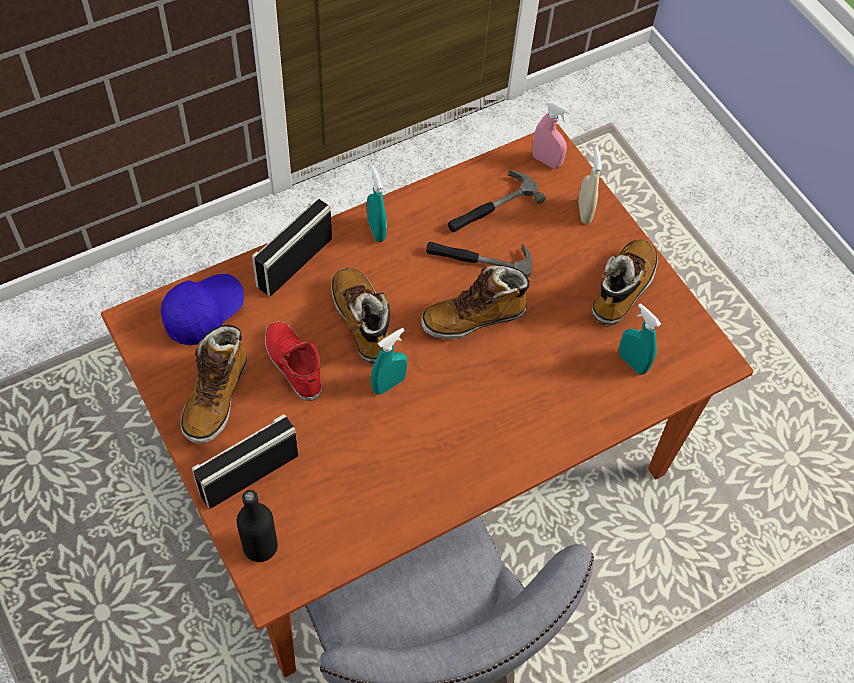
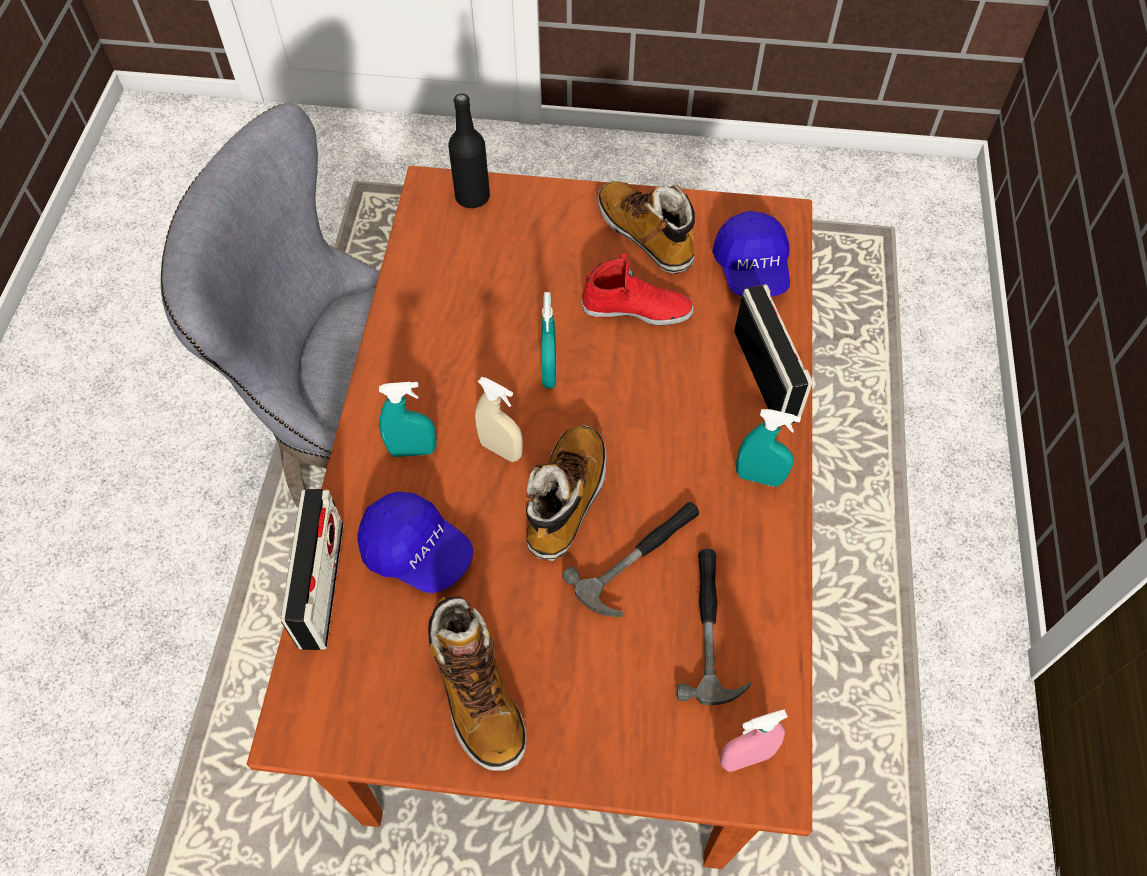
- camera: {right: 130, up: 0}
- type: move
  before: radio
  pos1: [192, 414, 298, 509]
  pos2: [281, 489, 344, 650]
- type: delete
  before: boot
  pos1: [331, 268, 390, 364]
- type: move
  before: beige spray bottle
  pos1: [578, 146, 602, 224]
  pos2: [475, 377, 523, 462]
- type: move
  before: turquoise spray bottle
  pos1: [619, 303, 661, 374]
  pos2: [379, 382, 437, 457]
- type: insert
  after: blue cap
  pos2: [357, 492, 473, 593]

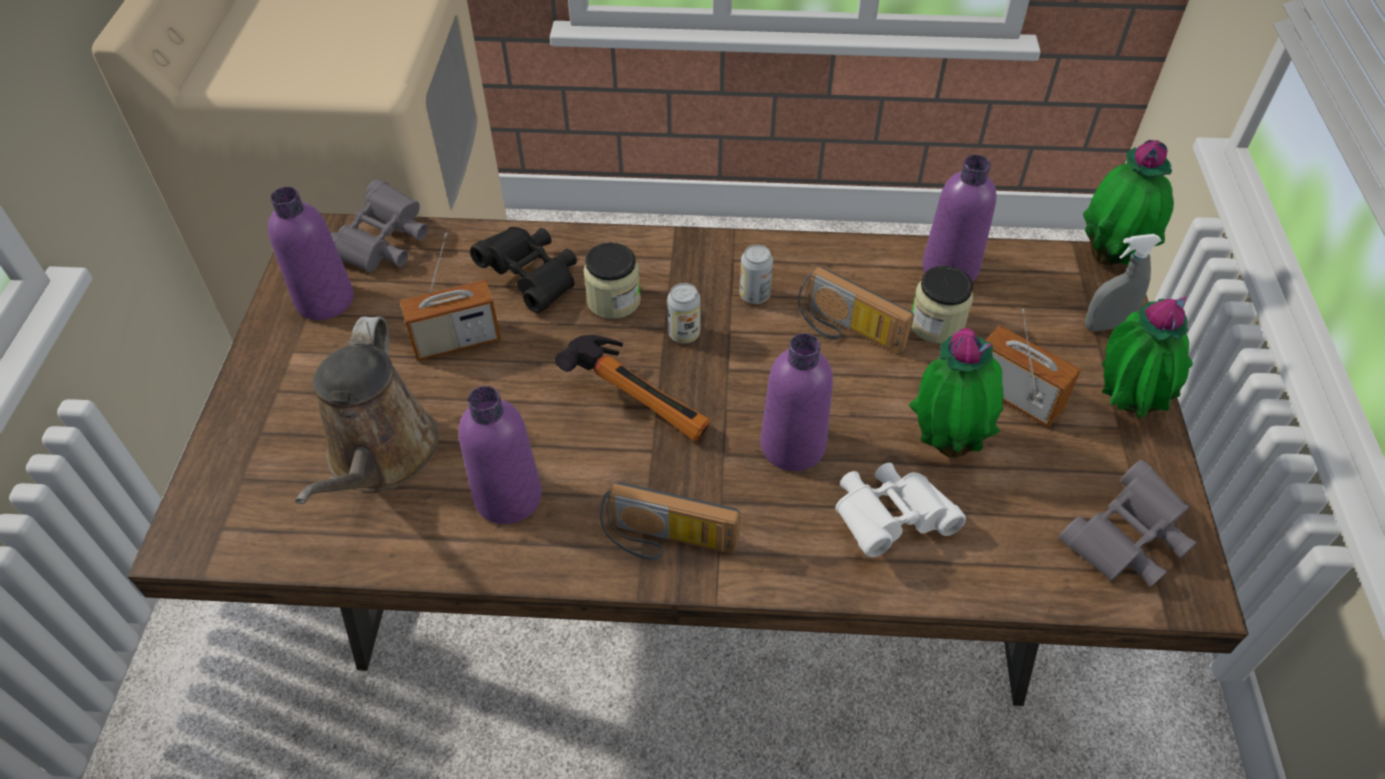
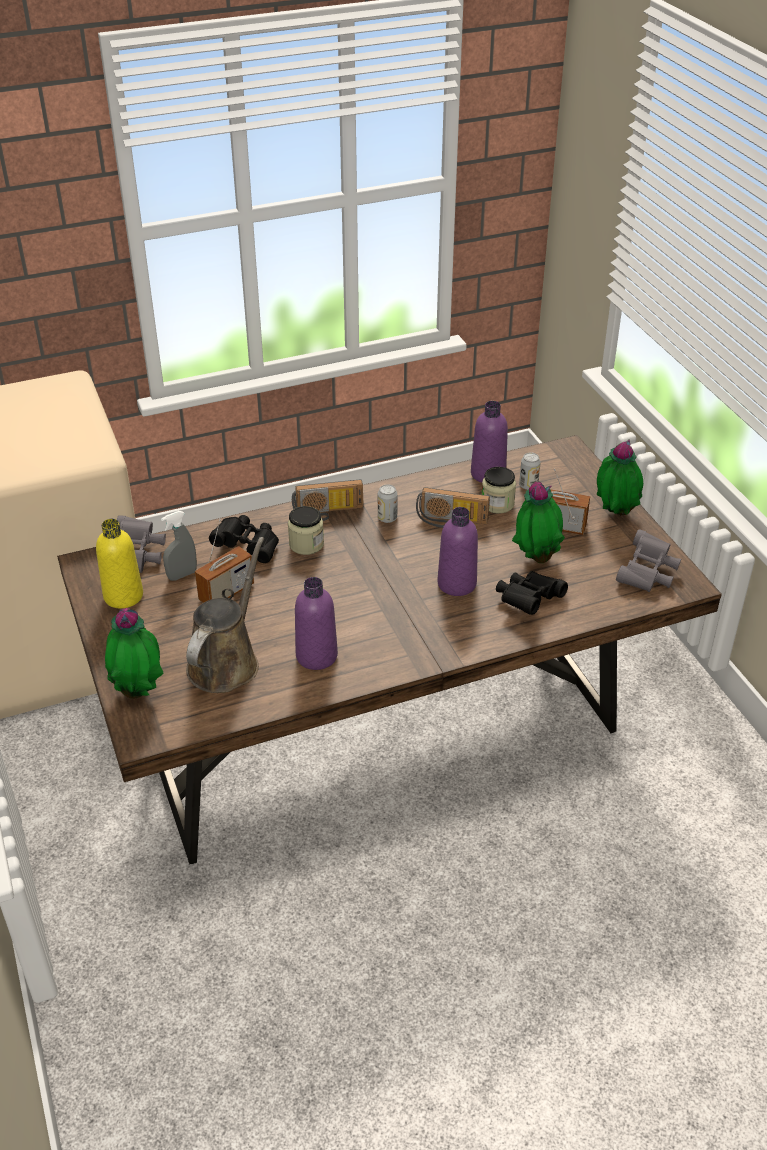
- camera: {right: -25, up: -10}
- type: recolor
  before: purple bottle
  after: yellow bottle
  pos1: [268, 187, 354, 320]
  pos2: [96, 519, 143, 608]
- type: rotate
  before: brown watering can
  pos1: [295, 316, 439, 504]
  pos2: [186, 537, 264, 693]
  turn: -135
- type: delete
  before: hammer
  pos1: [555, 335, 710, 441]
- type: move
  before: radio
  pos1: [600, 482, 740, 560]
  pos2: [292, 479, 363, 521]
- type: move
  before: can
  pos1: [667, 283, 701, 343]
  pos2: [519, 453, 541, 490]
- type: recolor
  before: white binoculars
  after: black binoculars
  pos1: [835, 463, 966, 557]
  pos2: [496, 571, 568, 615]
- type: move
  before: potted plant
  pos1: [1083, 140, 1174, 265]
  pos2: [105, 608, 164, 699]
- type: move
  before: grey spray bottle
  pos1: [1085, 234, 1162, 331]
  pos2: [161, 511, 197, 581]

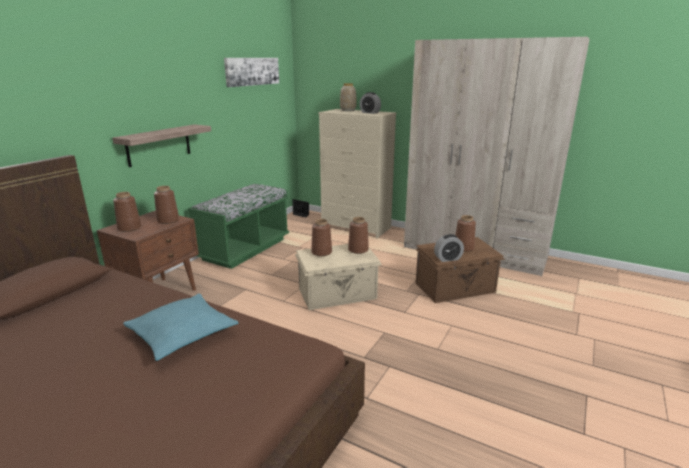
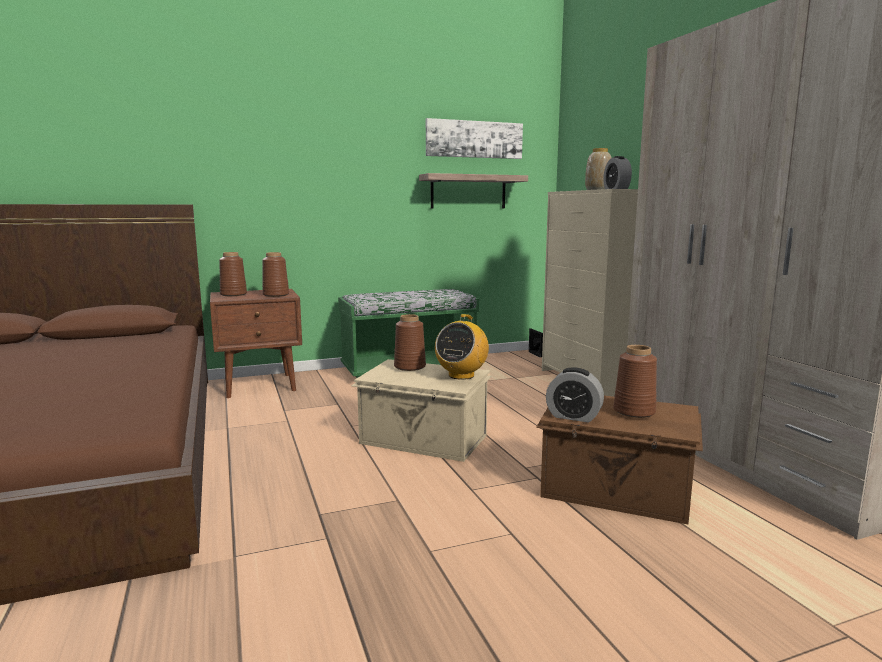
- camera: {right: 40, up: -10}
- type: move
  before: shelf
  pos1: [112, 124, 211, 167]
  pos2: [419, 173, 528, 209]
- type: delete
  before: turquoise pillow
  pos1: [123, 293, 238, 361]
- type: replace
  before: brown vase
  after: radio
  pos1: [348, 217, 369, 254]
  pos2: [435, 314, 489, 380]

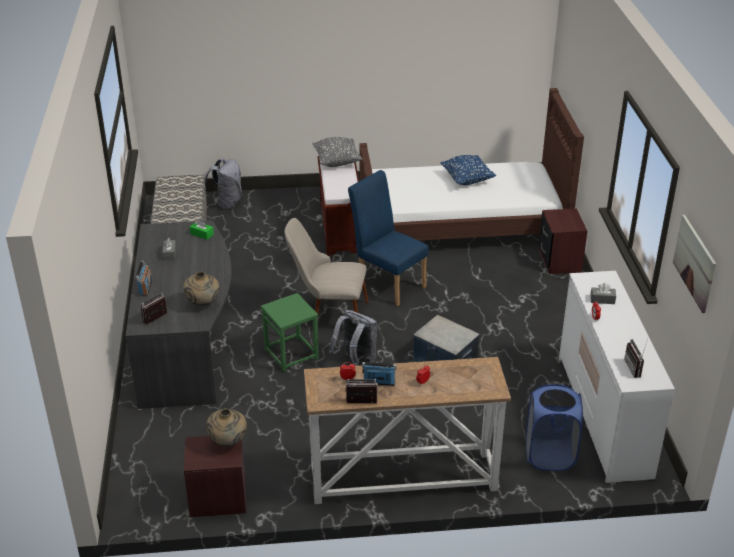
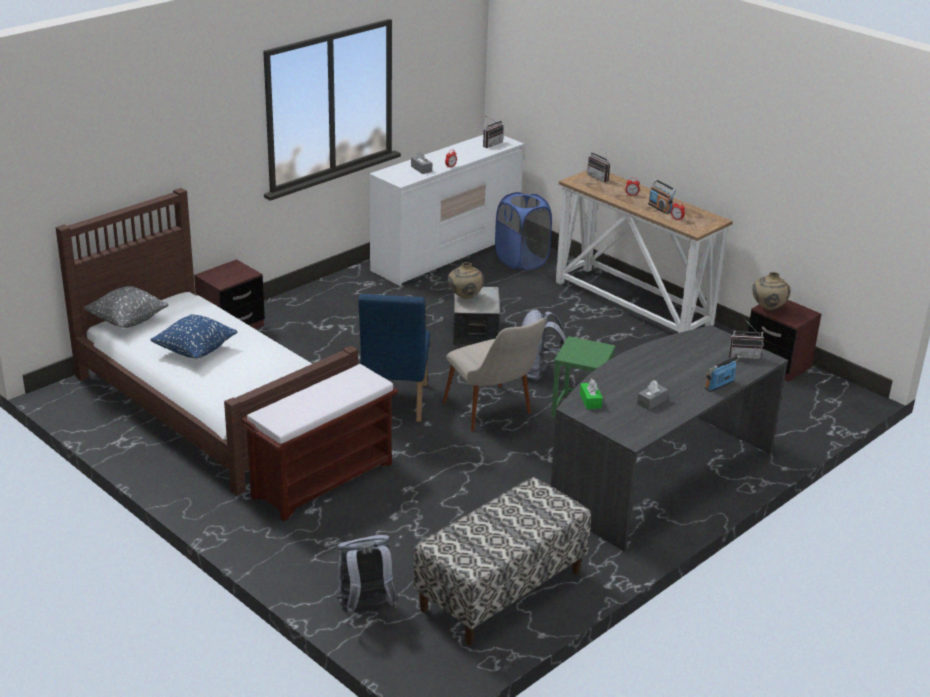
- camera: {right: -130, up: -5}
- type: move
  before: beige vase
  pos1: [183, 271, 219, 307]
  pos2: [448, 262, 484, 299]
- type: move
  before: grey pillow
  pos1: [312, 137, 362, 167]
  pos2: [84, 286, 169, 328]
- type: move
  before: radio
  pos1: [345, 379, 377, 403]
  pos2: [587, 152, 610, 182]
- type: delete
  before: picture
  pos1: [673, 215, 716, 313]

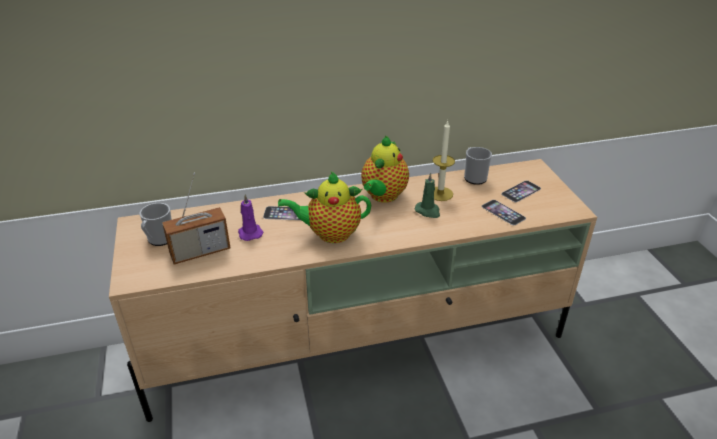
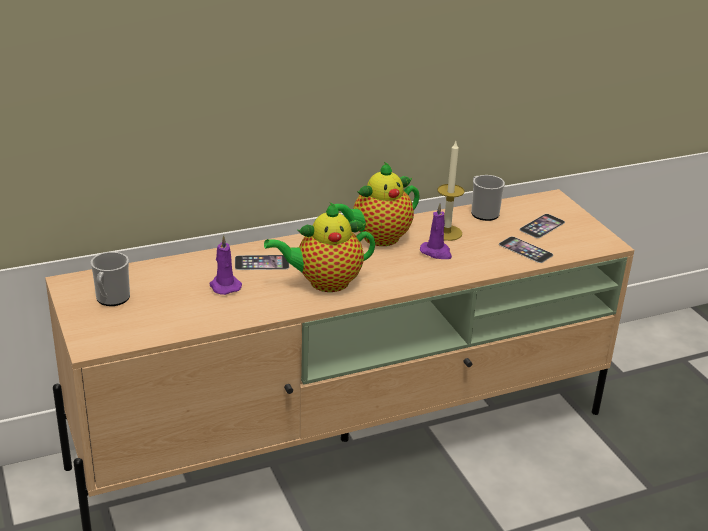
- camera: {right: -10, up: -5}
- type: delete
  before: radio
  pos1: [162, 173, 230, 264]
- type: rotate
  before: teapot
  pos1: [361, 136, 409, 203]
  pos2: [334, 162, 420, 246]
  turn: 45
- type: recolor
  before: green candle
  after: purple candle
  pos1: [415, 172, 440, 218]
  pos2: [420, 203, 452, 259]

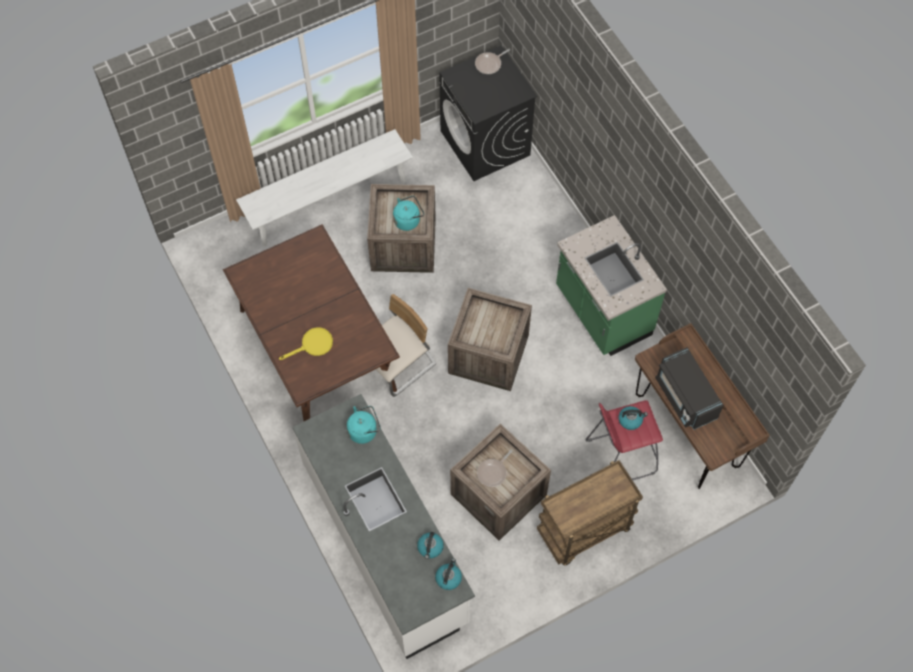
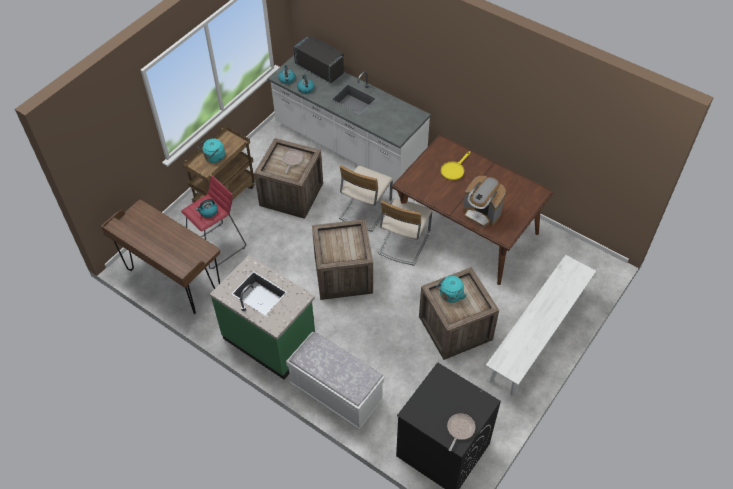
- camera: {right: 155, up: -10}
- type: move
  before: turquoise kettle
  pos1: [347, 406, 381, 444]
  pos2: [198, 138, 225, 163]
- type: move
  before: black microwave
  pos1: [655, 347, 724, 430]
  pos2: [293, 36, 344, 84]
- type: insert
  after: white bench
  pos2: [286, 331, 384, 430]
- type: insert
  after: beige chair
  pos2: [338, 165, 393, 232]
- type: insert
  after: coffee machine
  pos2: [463, 176, 506, 228]

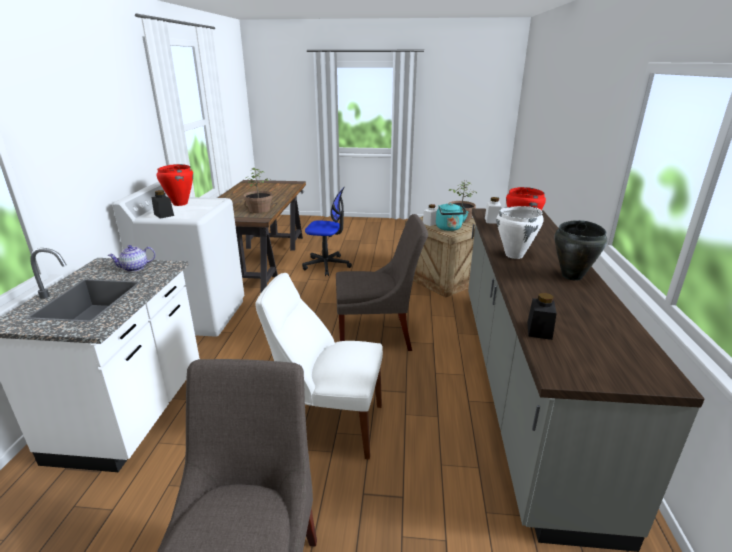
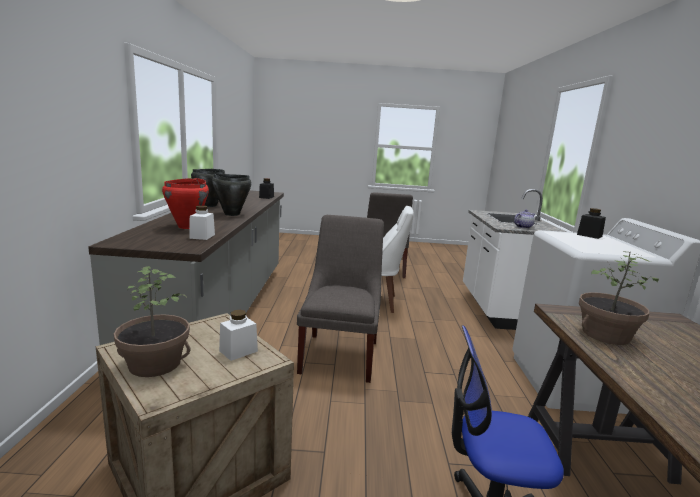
- camera: {right: 175, up: -10}
- type: delete
  before: red cooking pot
  pos1: [157, 164, 194, 206]
- type: rotate
  before: grey chair
  pos1: [336, 214, 428, 351]
  pos2: [297, 215, 384, 383]
  turn: 105
- type: delete
  before: turquoise kettle
  pos1: [436, 203, 469, 231]
- type: recolor
  before: white cooking pot
  after: black cooking pot
  pos1: [496, 206, 544, 259]
  pos2: [212, 174, 252, 216]

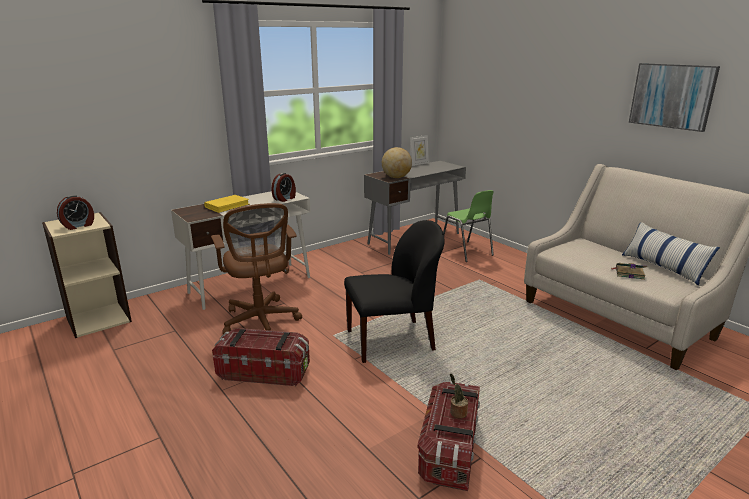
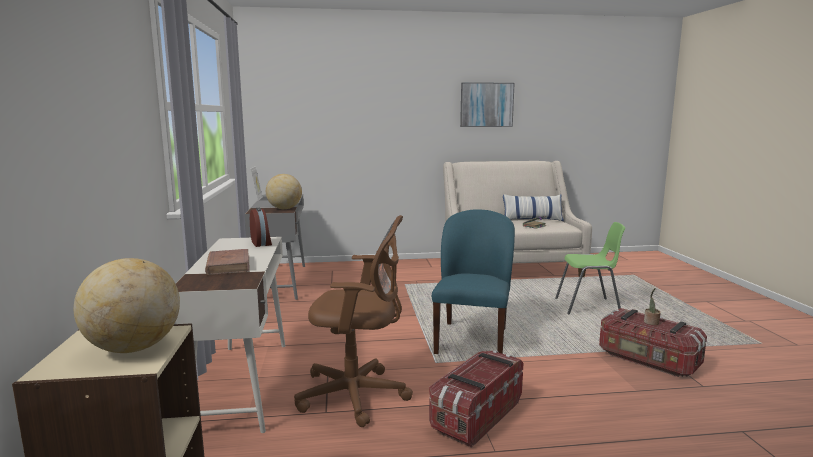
- camera: {right: -60, up: -10}
- type: replace
  before: alarm clock
  after: globe
  pos1: [57, 195, 94, 230]
  pos2: [74, 258, 180, 353]
- type: recolor
  before: yellow book
  after: brown book
  pos1: [204, 195, 250, 213]
  pos2: [205, 249, 249, 275]
- type: recolor
  before: black chair
  after: blue chair
  pos1: [344, 220, 445, 363]
  pos2: [432, 209, 515, 354]
- type: move
  before: green chair
  pos1: [443, 190, 494, 262]
  pos2: [555, 222, 625, 315]

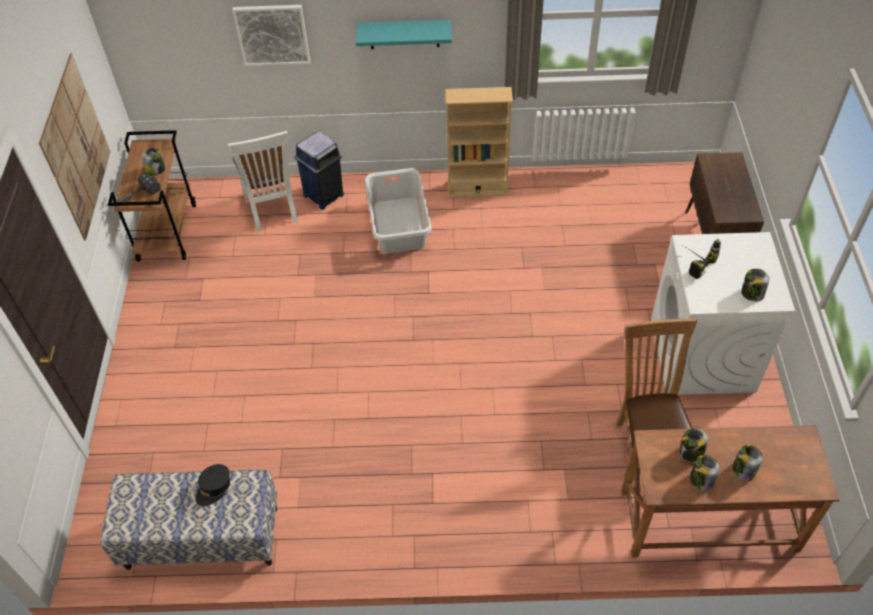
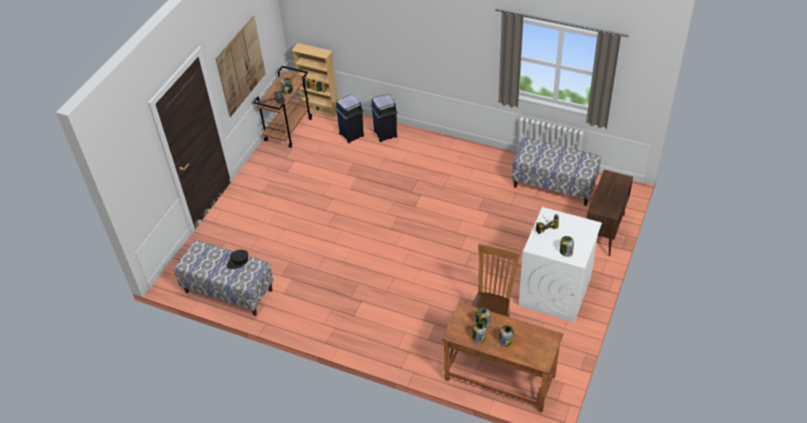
- camera: {right: 25, up: -5}
- type: replace
  before: white chair
  after: blue trash can
  pos1: [228, 131, 298, 232]
  pos2: [335, 94, 364, 143]
- type: delete
  before: picture
  pos1: [232, 5, 310, 66]
- type: delete
  before: turquoise shelf
  pos1: [356, 20, 452, 49]
- type: delete
  before: grey laundry basket
  pos1: [365, 168, 432, 253]
- type: move
  before: beige bookcase
  pos1: [445, 87, 513, 197]
  pos2: [291, 43, 338, 118]
- type: insert
  after: bench
  pos2: [512, 138, 601, 206]

